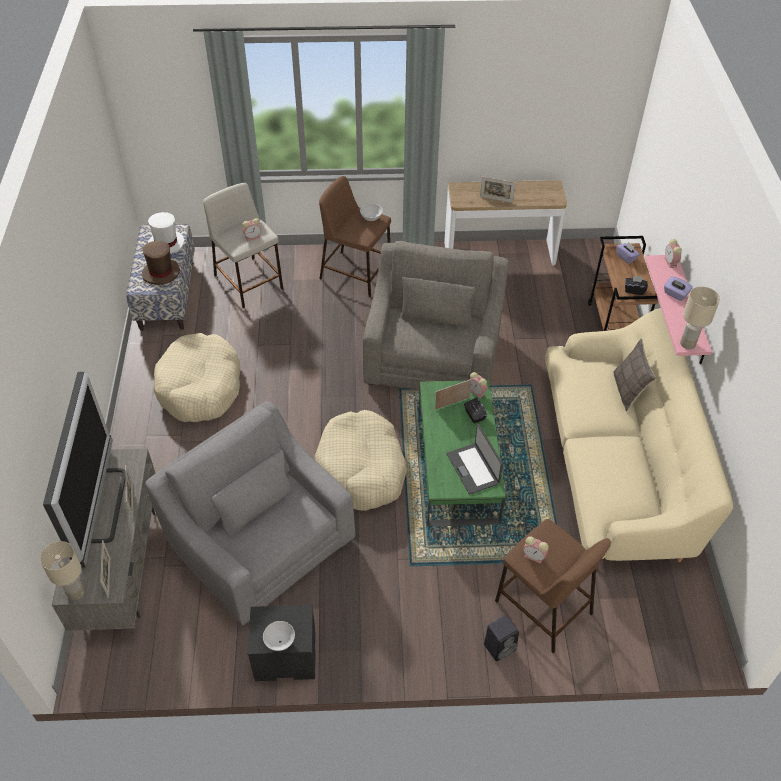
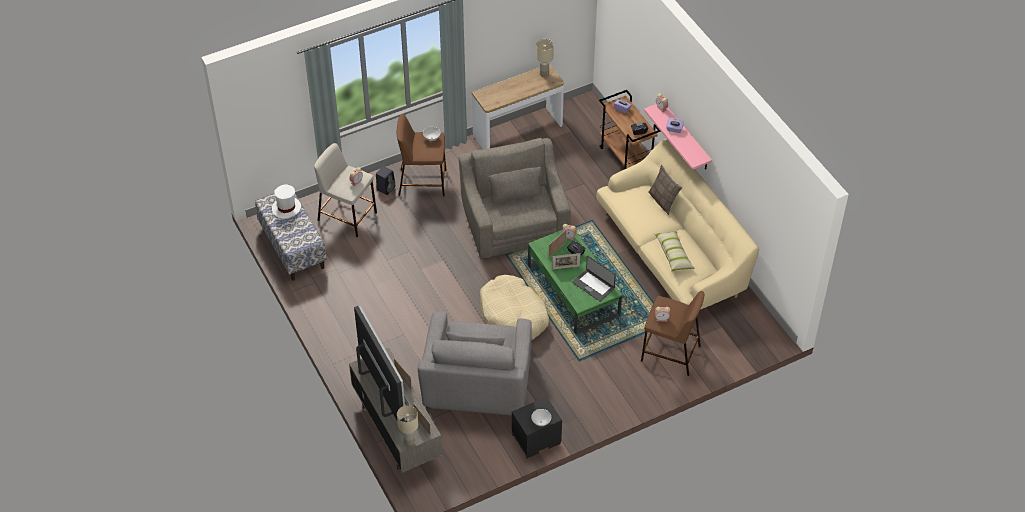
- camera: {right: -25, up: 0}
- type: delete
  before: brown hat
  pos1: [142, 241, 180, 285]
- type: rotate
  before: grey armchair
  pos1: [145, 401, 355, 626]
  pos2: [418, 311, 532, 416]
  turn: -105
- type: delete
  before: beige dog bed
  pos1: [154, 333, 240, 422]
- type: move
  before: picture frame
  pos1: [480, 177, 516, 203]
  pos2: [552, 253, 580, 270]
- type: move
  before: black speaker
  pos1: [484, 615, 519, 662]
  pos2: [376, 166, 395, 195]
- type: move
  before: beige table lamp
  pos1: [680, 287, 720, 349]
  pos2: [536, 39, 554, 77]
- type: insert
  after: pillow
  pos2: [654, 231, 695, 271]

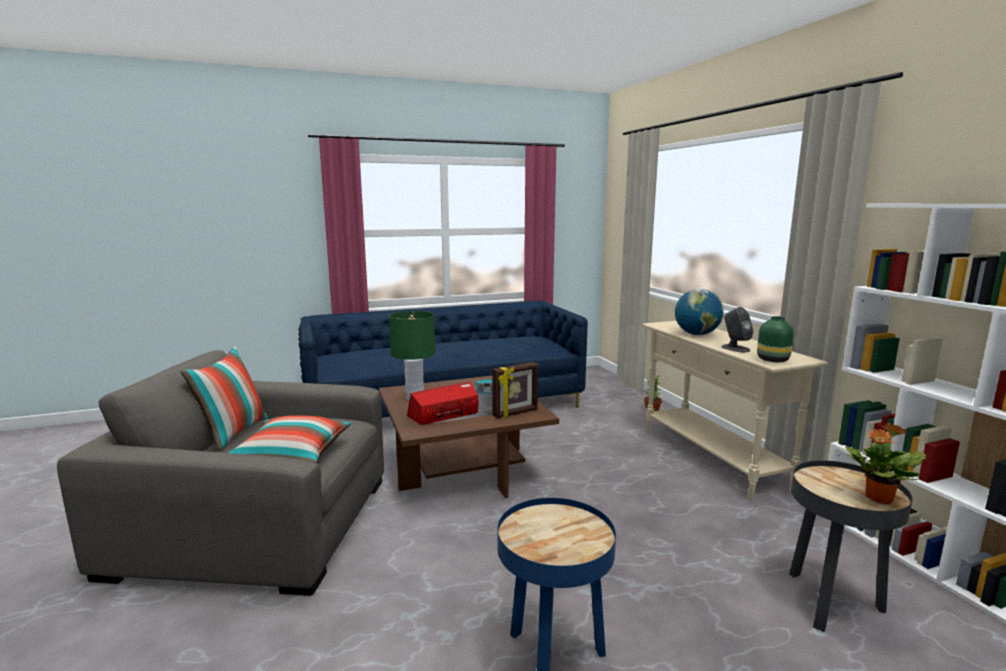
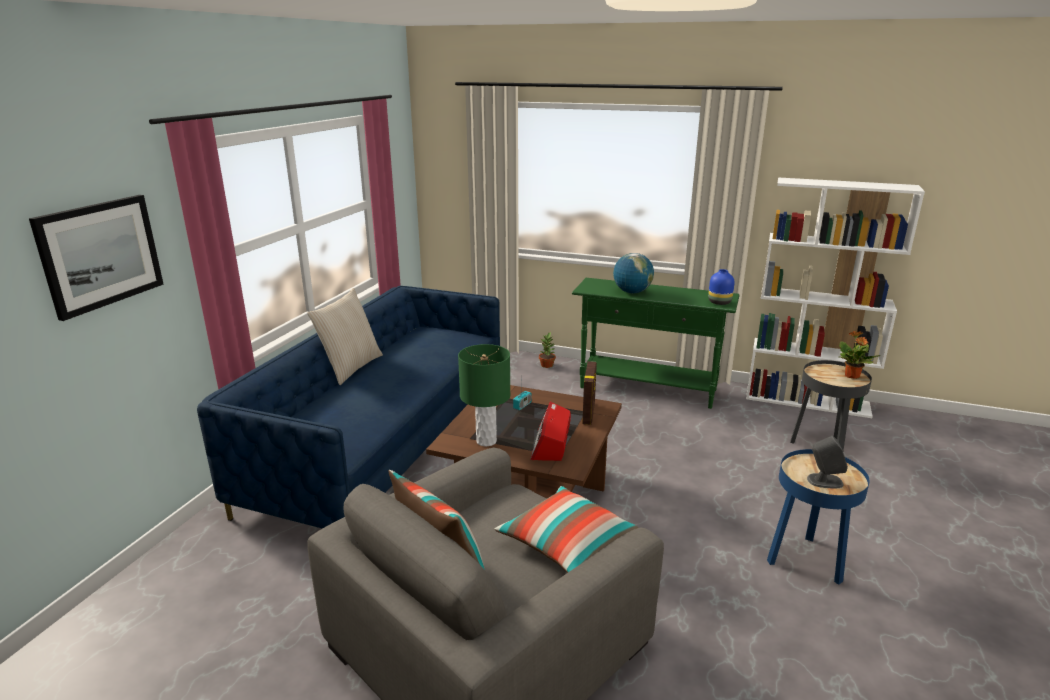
- camera: {right: -50, up: 10}
- type: recolor
  before: beige console table
  after: green console table
  pos1: [642, 321, 828, 501]
  pos2: [572, 278, 740, 409]
- type: move
  before: grey speaker
  pos1: [721, 307, 753, 352]
  pos2: [807, 435, 848, 488]
- type: recolor
  before: green vase
  after: blue vase
  pos1: [757, 316, 794, 362]
  pos2: [708, 269, 735, 305]
- type: insert
  after: picture
  pos2: [29, 195, 164, 321]
- type: insert
  after: beige pillow
  pos2: [307, 288, 383, 385]

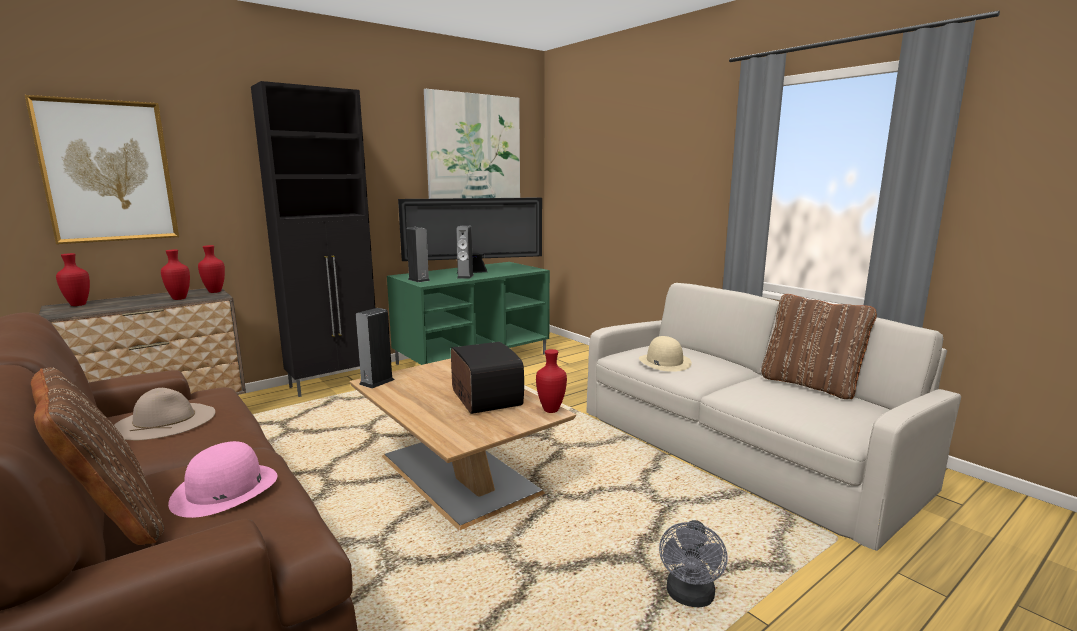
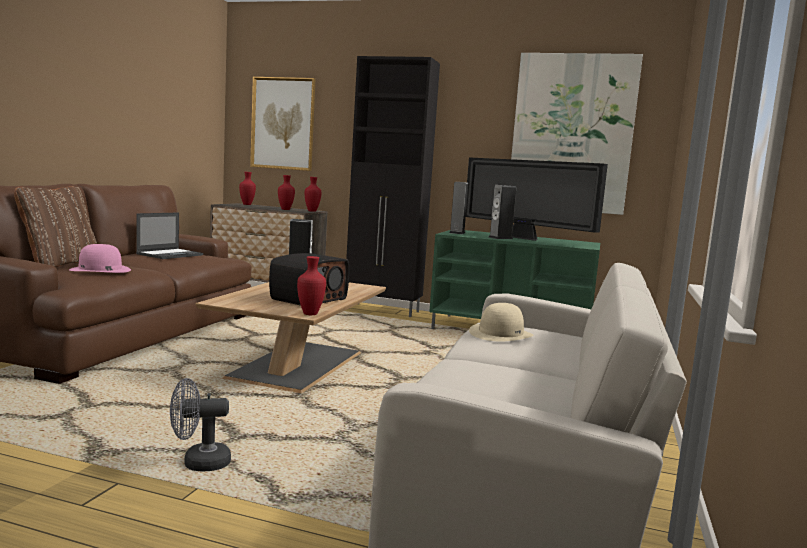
- camera: {right: 55, up: -5}
- type: replace
  before: beige hat
  after: laptop
  pos1: [114, 388, 215, 440]
  pos2: [136, 212, 203, 259]
- type: delete
  before: brown pillow
  pos1: [761, 294, 877, 399]

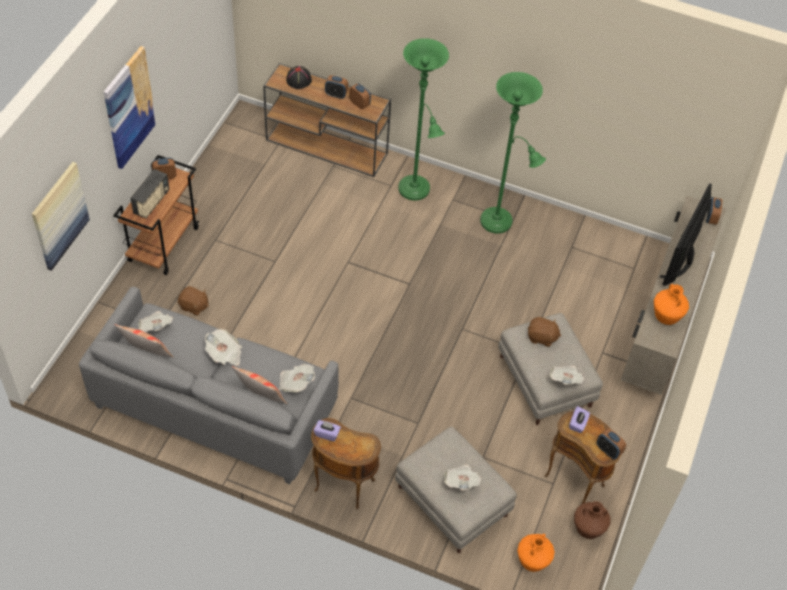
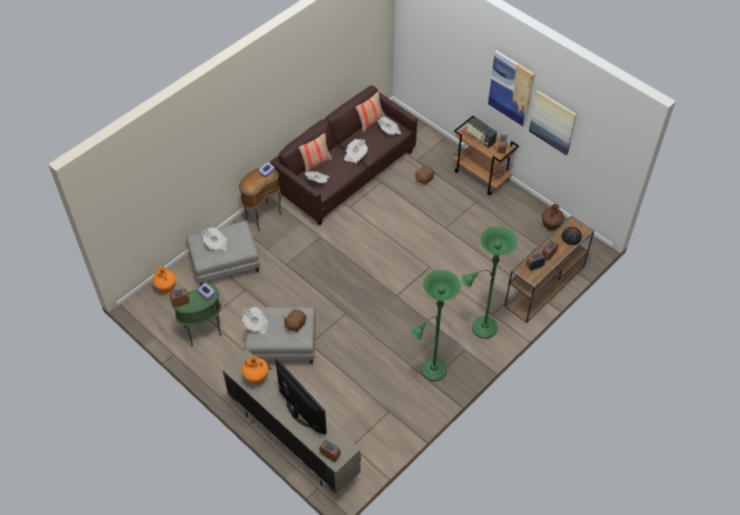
- camera: {right: 115, up: 0}
- type: move
  before: picture
  pos1: [32, 162, 90, 271]
  pos2: [529, 90, 577, 155]
- type: recolor
  before: grey sofa
  after: brown sofa
  pos1: [79, 287, 339, 484]
  pos2: [270, 86, 417, 225]
- type: recolor
  before: brown side table
  after: green side table
  pos1: [544, 411, 621, 504]
  pos2: [172, 284, 222, 346]
- type: move
  before: brown vase
  pos1: [574, 501, 610, 539]
  pos2: [542, 204, 564, 230]

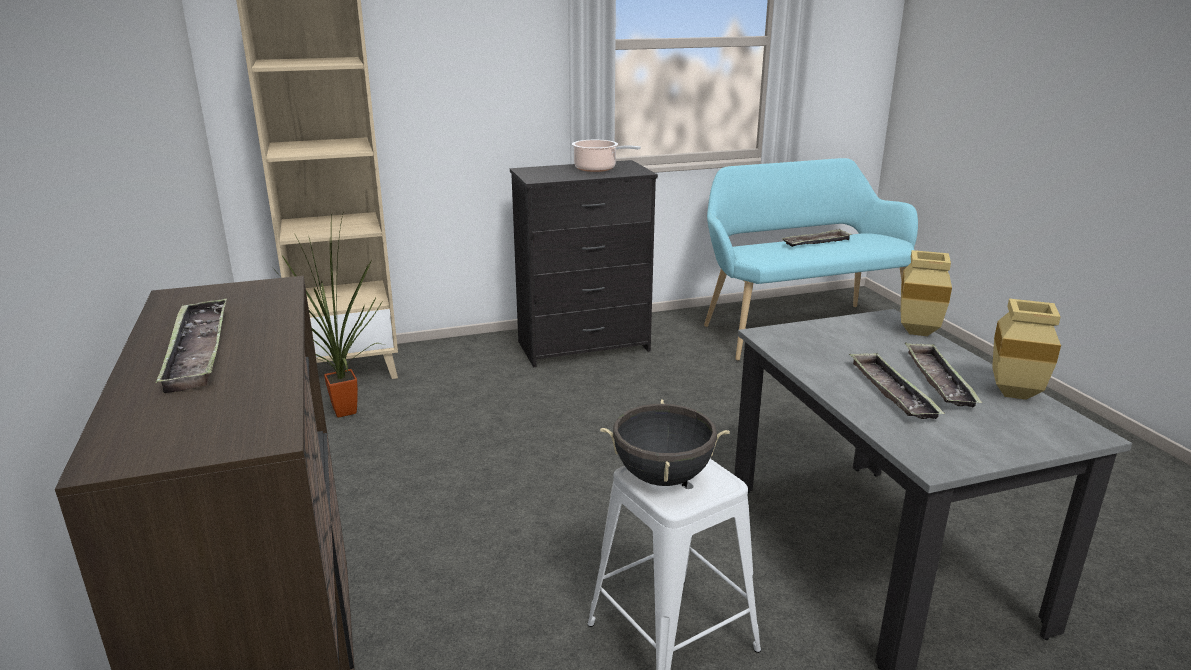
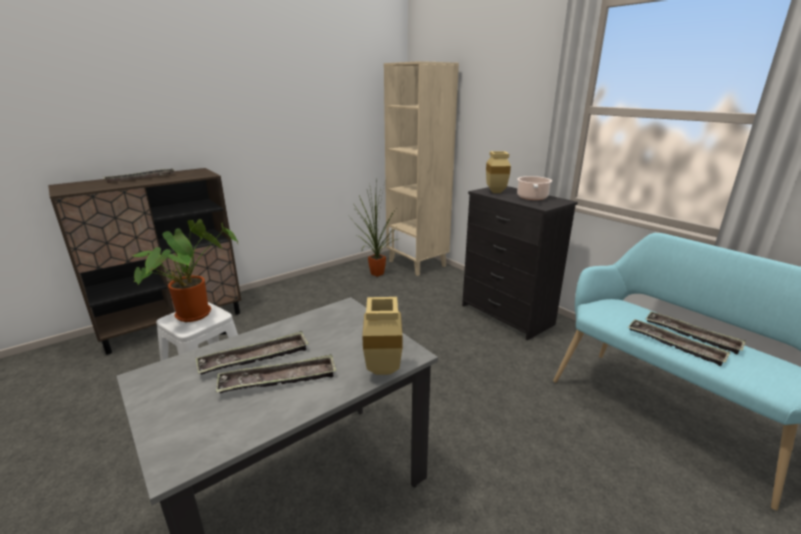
- camera: {right: 70, up: 0}
- type: replace
  before: black cooking pot
  after: potted plant
  pos1: [600, 400, 730, 486]
  pos2: [132, 219, 238, 322]
- type: move
  before: beige vase
  pos1: [992, 299, 1061, 400]
  pos2: [486, 151, 511, 193]
- type: insert
  after: tray
  pos2: [628, 319, 730, 366]

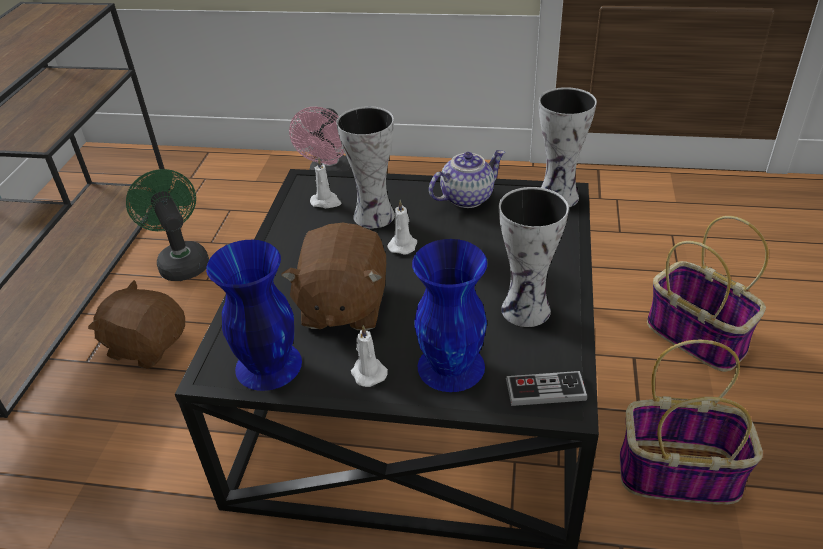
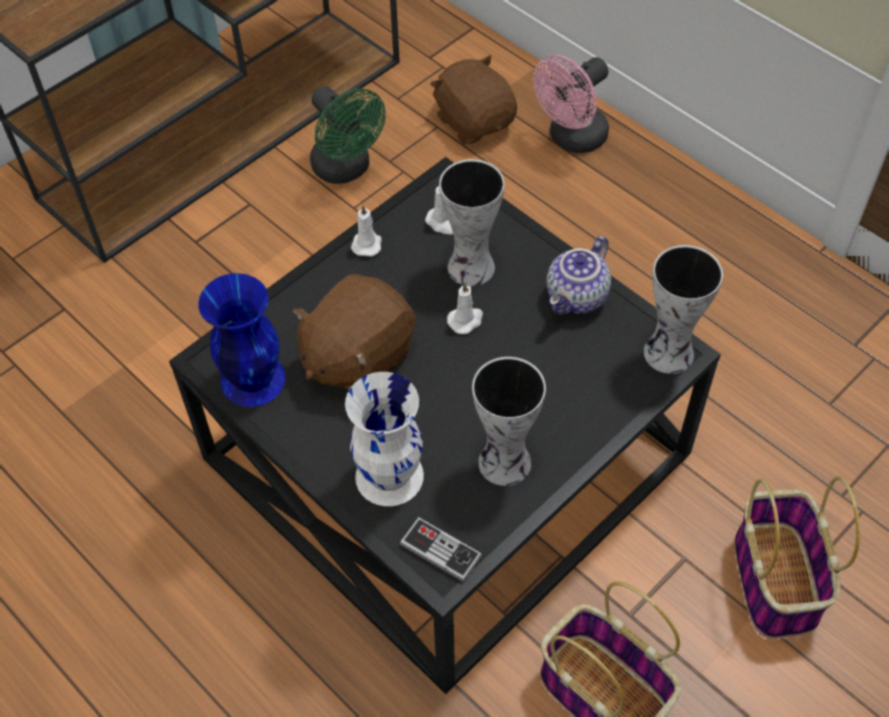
- camera: {right: 35, up: 15}
- type: move
  before: brown plush toy
  pos1: [88, 280, 185, 369]
  pos2: [430, 55, 517, 145]
- type: rotate
  before: green fan
  pos1: [126, 169, 209, 281]
  pos2: [310, 86, 386, 184]
  turn: 135
- type: move
  before: white candle
  pos1: [351, 325, 388, 387]
  pos2: [351, 205, 382, 257]
- type: recolor
  before: blue vase
  after: white vase
  pos1: [412, 239, 487, 392]
  pos2: [345, 372, 424, 506]
- type: rotate
  before: teapot
  pos1: [429, 150, 505, 208]
  pos2: [546, 236, 611, 315]
  turn: 120

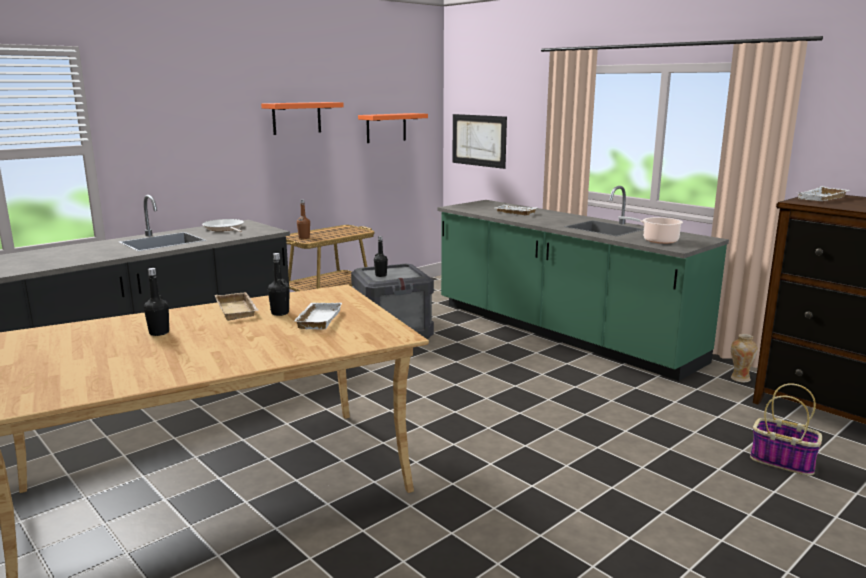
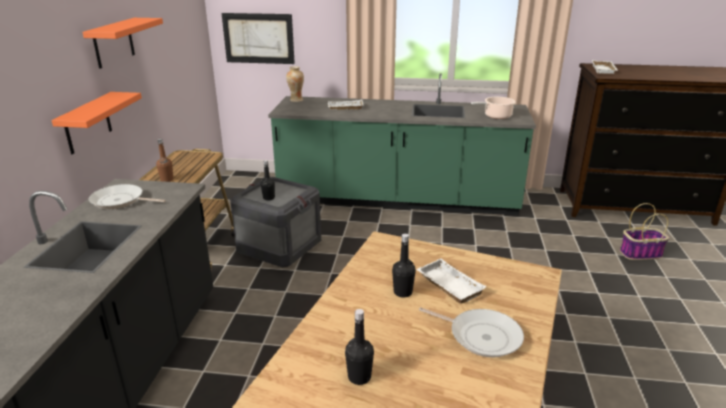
- camera: {right: -40, up: 10}
- type: delete
  before: beige tray
  pos1: [215, 292, 259, 321]
- type: move
  before: orange shelf
  pos1: [358, 113, 428, 143]
  pos2: [52, 92, 142, 154]
- type: move
  before: vase
  pos1: [731, 334, 758, 382]
  pos2: [286, 66, 304, 102]
- type: insert
  after: frying pan
  pos2: [419, 307, 524, 358]

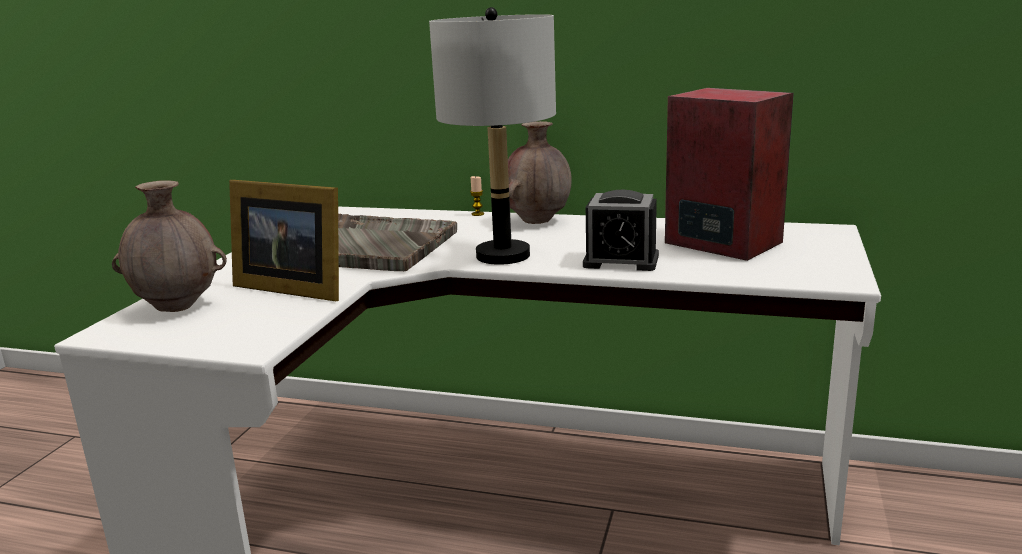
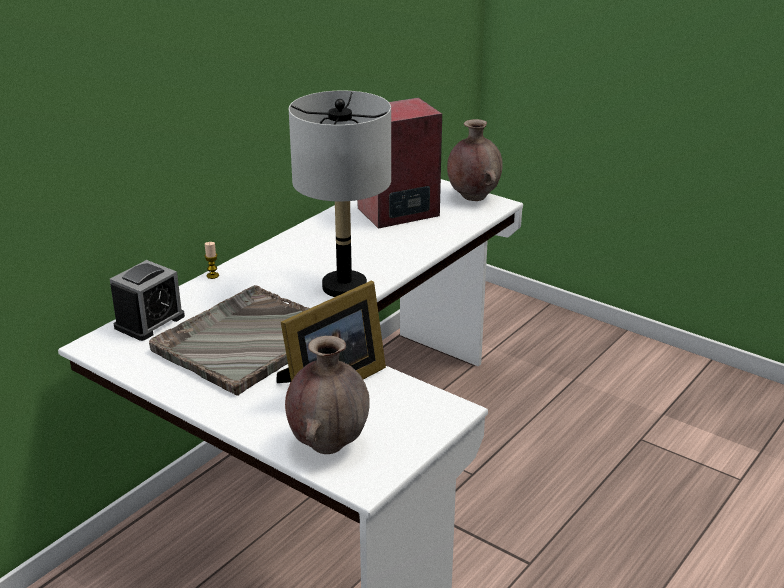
- camera: {right: -70, up: 10}
- type: move
  before: brown vase
  pos1: [508, 121, 572, 224]
  pos2: [447, 119, 503, 201]
- type: move
  before: alarm clock
  pos1: [583, 190, 659, 271]
  pos2: [110, 260, 185, 341]

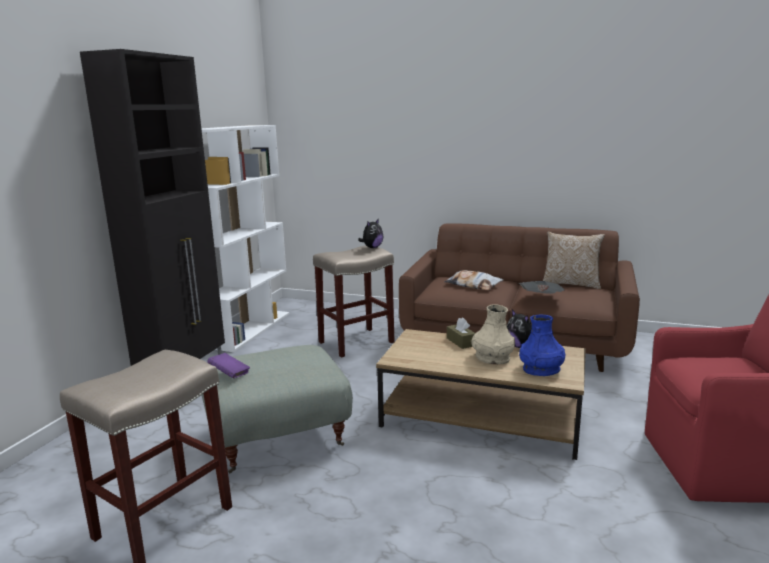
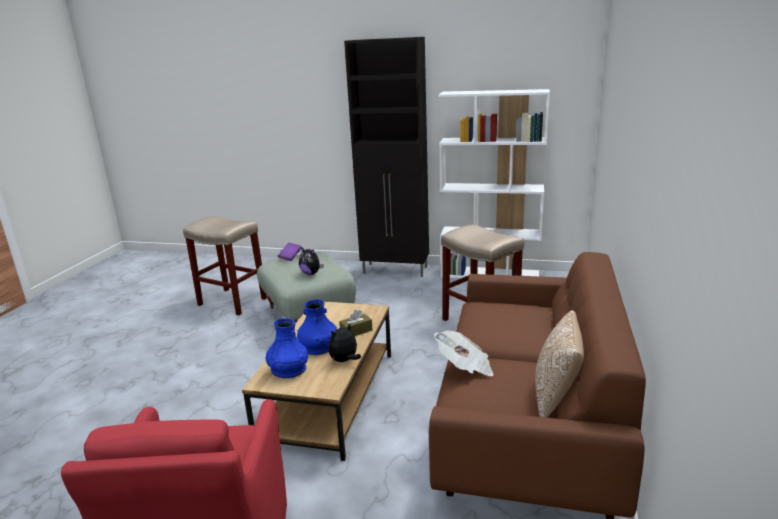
- camera: {right: 85, up: 5}
- type: move
  before: plush toy
  pos1: [358, 219, 383, 248]
  pos2: [299, 247, 324, 275]
- type: delete
  before: pillow
  pos1: [444, 270, 504, 290]
- type: recolor
  before: beige vase
  after: blue vase
  pos1: [471, 305, 515, 364]
  pos2: [297, 299, 337, 355]

